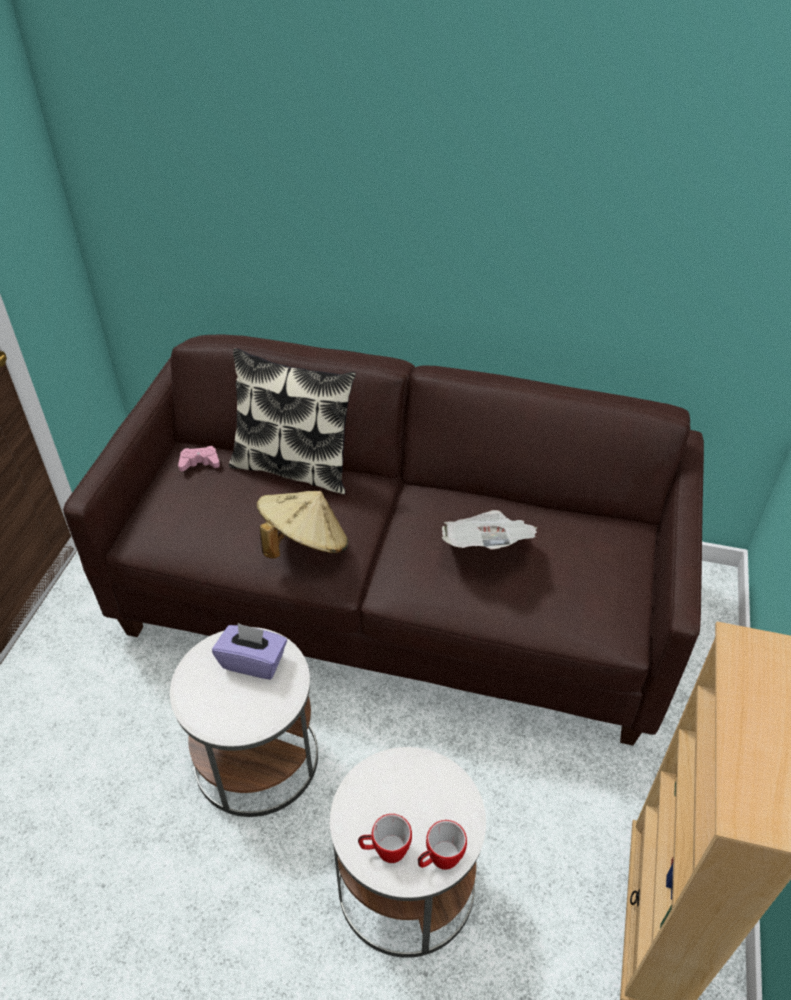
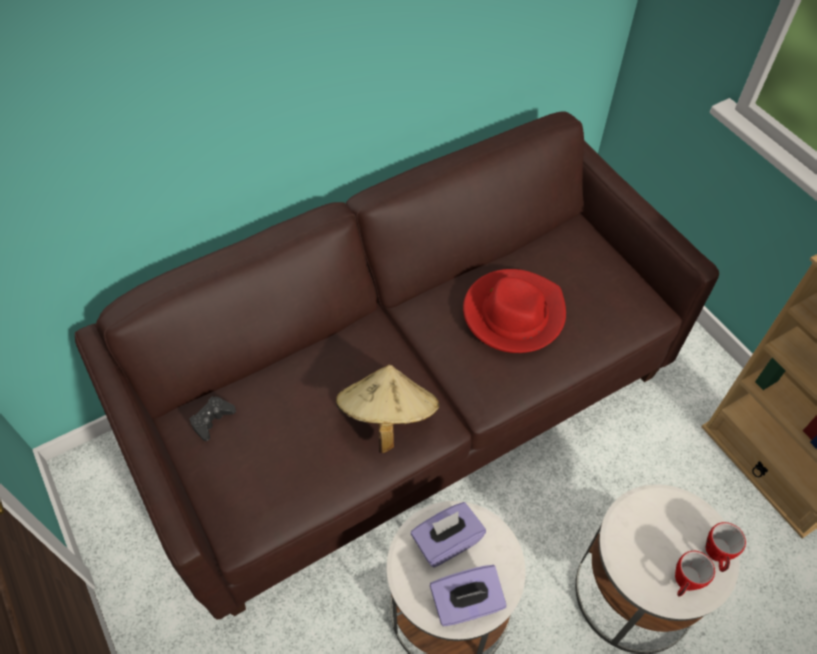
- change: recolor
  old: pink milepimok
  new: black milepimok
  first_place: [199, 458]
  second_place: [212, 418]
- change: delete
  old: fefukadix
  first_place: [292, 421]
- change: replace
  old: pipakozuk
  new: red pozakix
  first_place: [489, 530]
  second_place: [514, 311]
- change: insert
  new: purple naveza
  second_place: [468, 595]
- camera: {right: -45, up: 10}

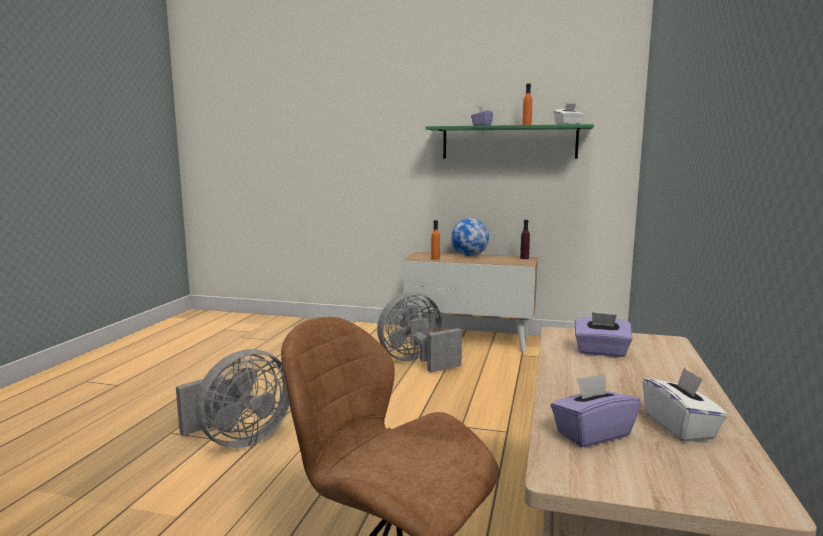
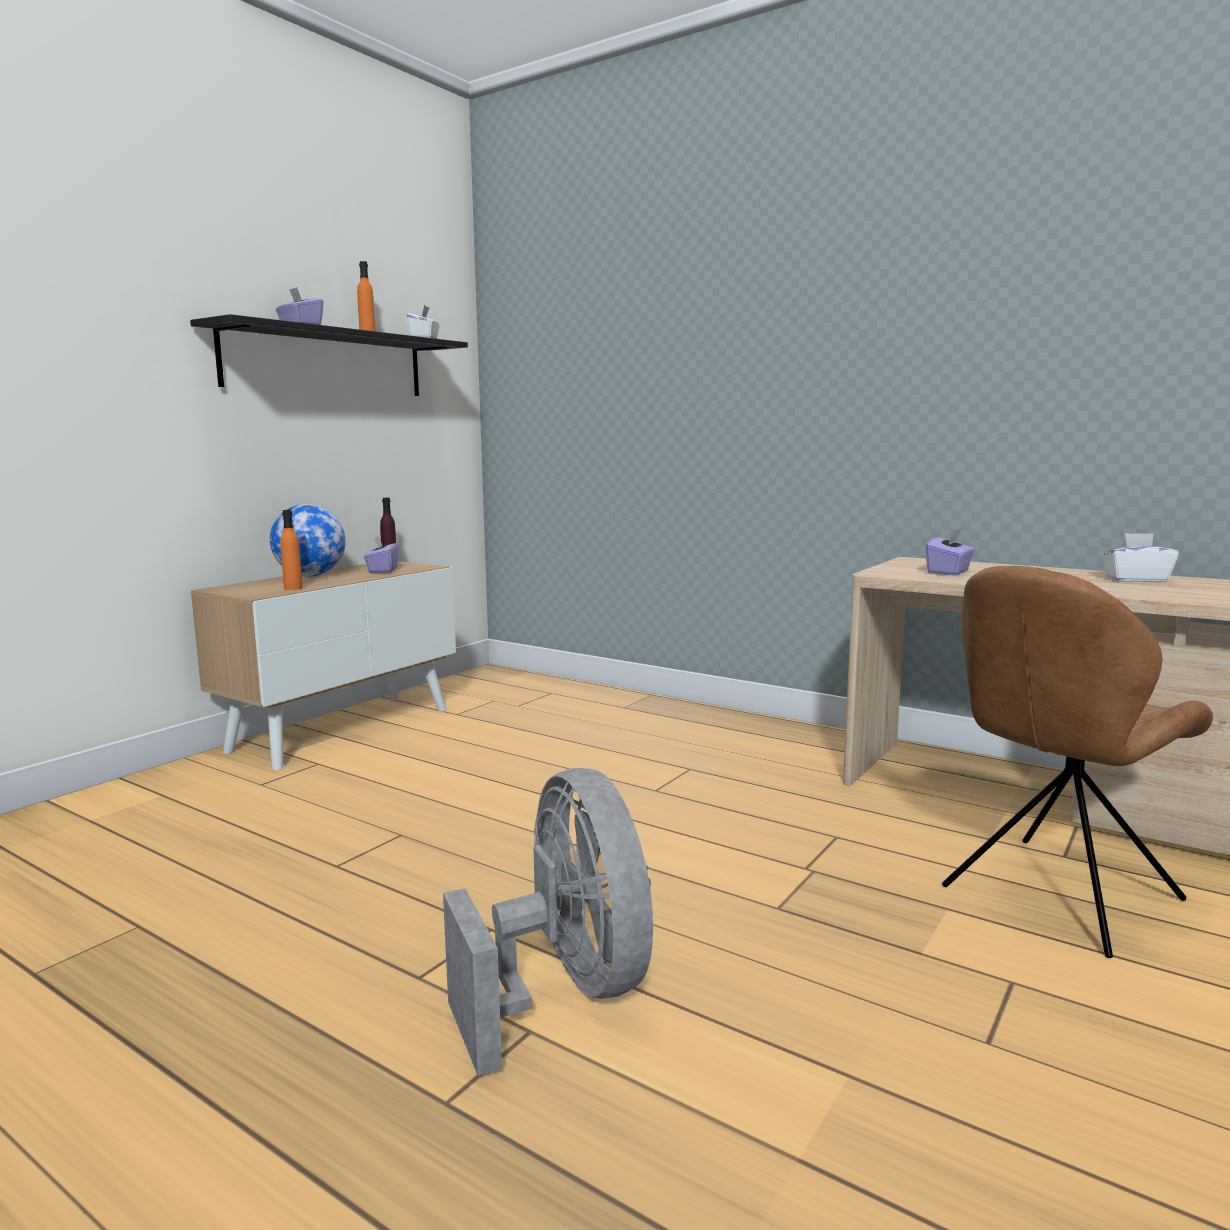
- change: delete
  old: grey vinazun
  first_place: [419, 332]
- change: recolor
  old: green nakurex
  new: black nakurex
  first_place: [510, 141]
  second_place: [329, 355]
- change: move
  old: purple naveza
  first_place: [595, 410]
  second_place: [381, 554]
- camera: {right: -70, up: 0}

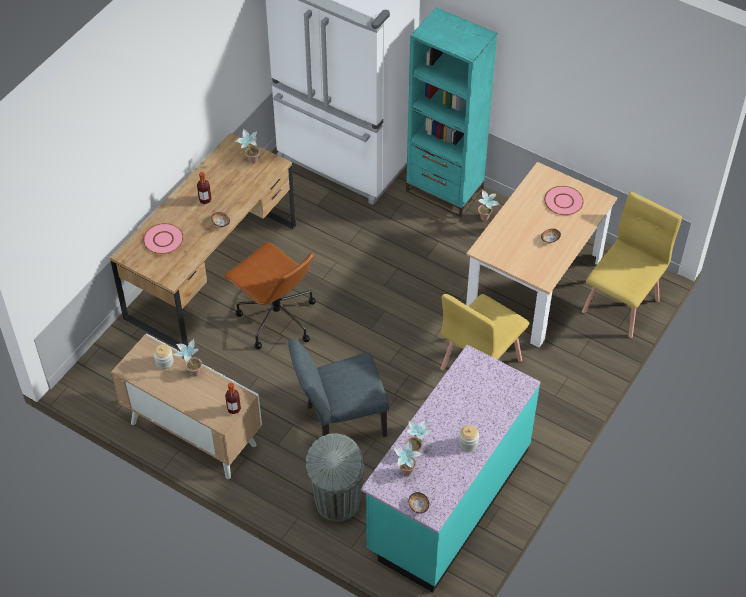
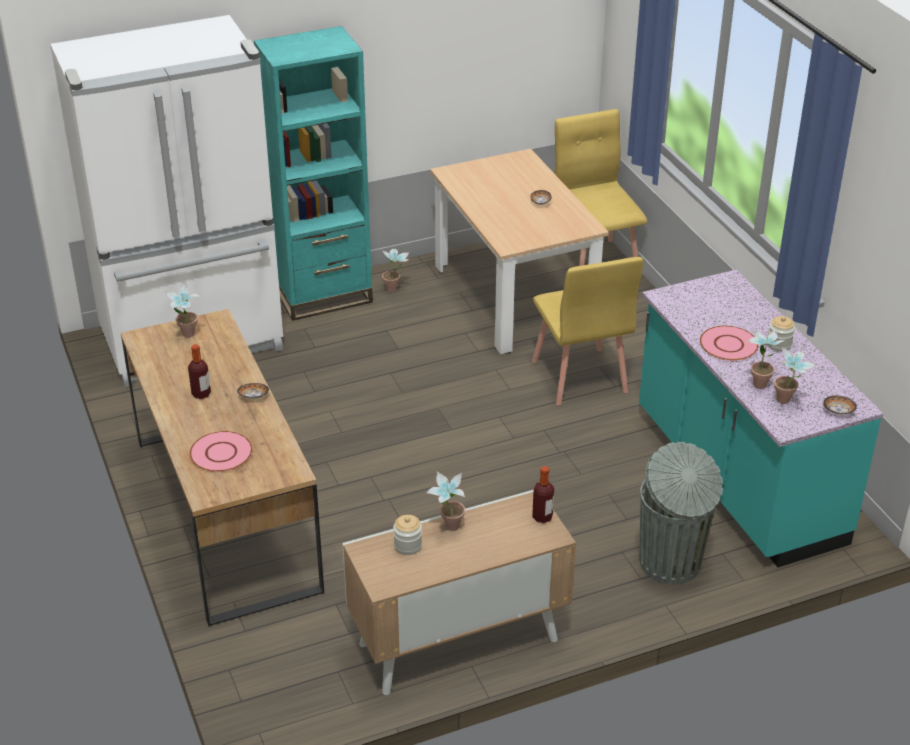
- change: delete
  old: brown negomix
  first_place: [270, 295]
- change: delete
  old: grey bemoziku
  first_place: [338, 388]
- change: move
  old: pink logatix
  first_place: [564, 200]
  second_place: [729, 343]
- camera: {right: -55, up: -15}

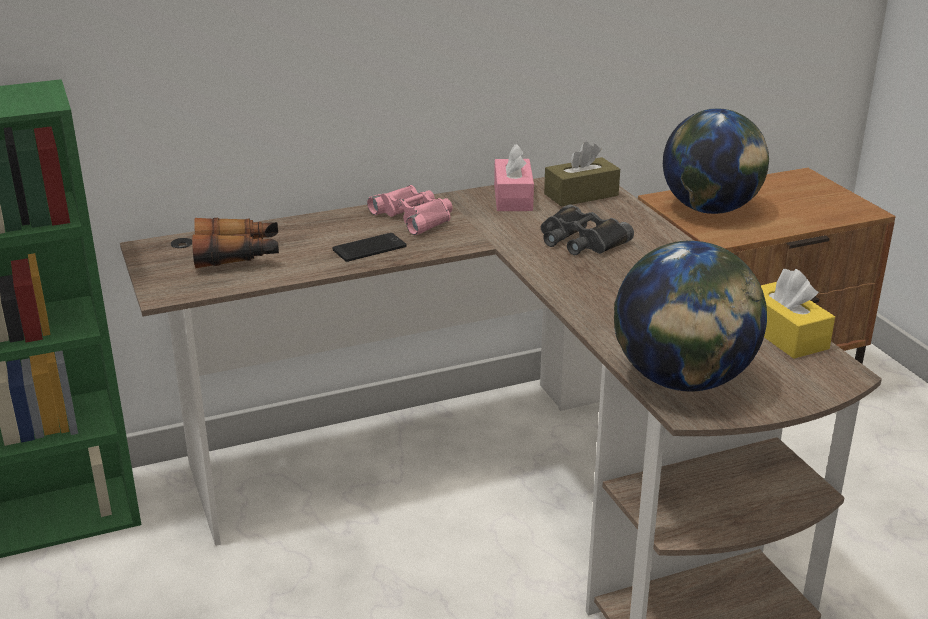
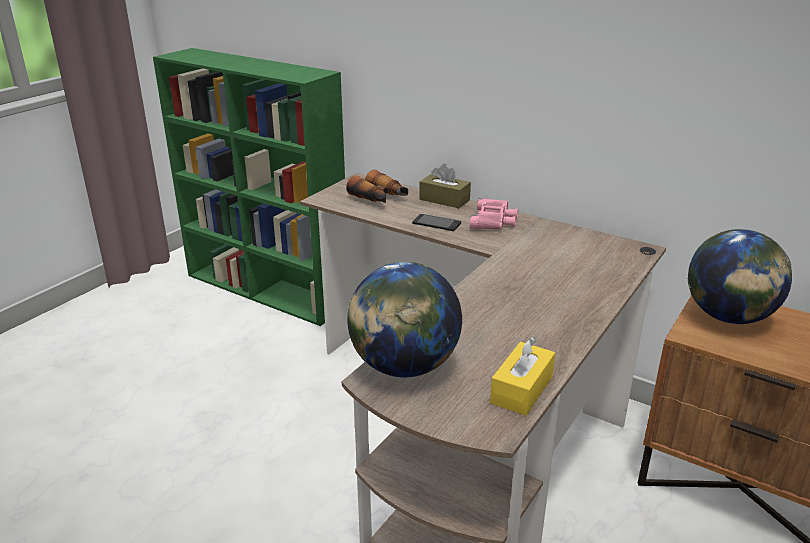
- change: delete
  old: pink naveza
  first_place: [514, 177]
- change: delete
  old: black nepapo
  first_place: [587, 229]
- change: move
  old: brown naveza
  first_place: [582, 174]
  second_place: [445, 186]
- camera: {right: 55, up: 0}

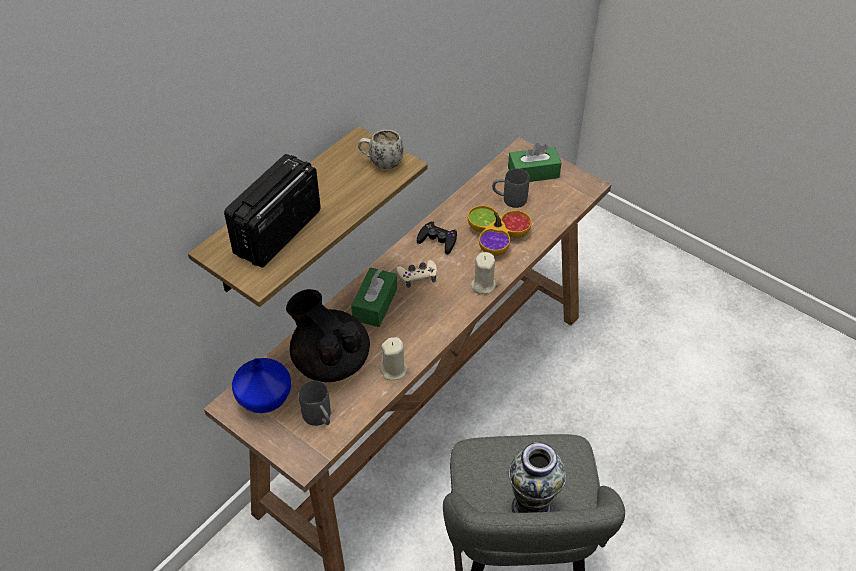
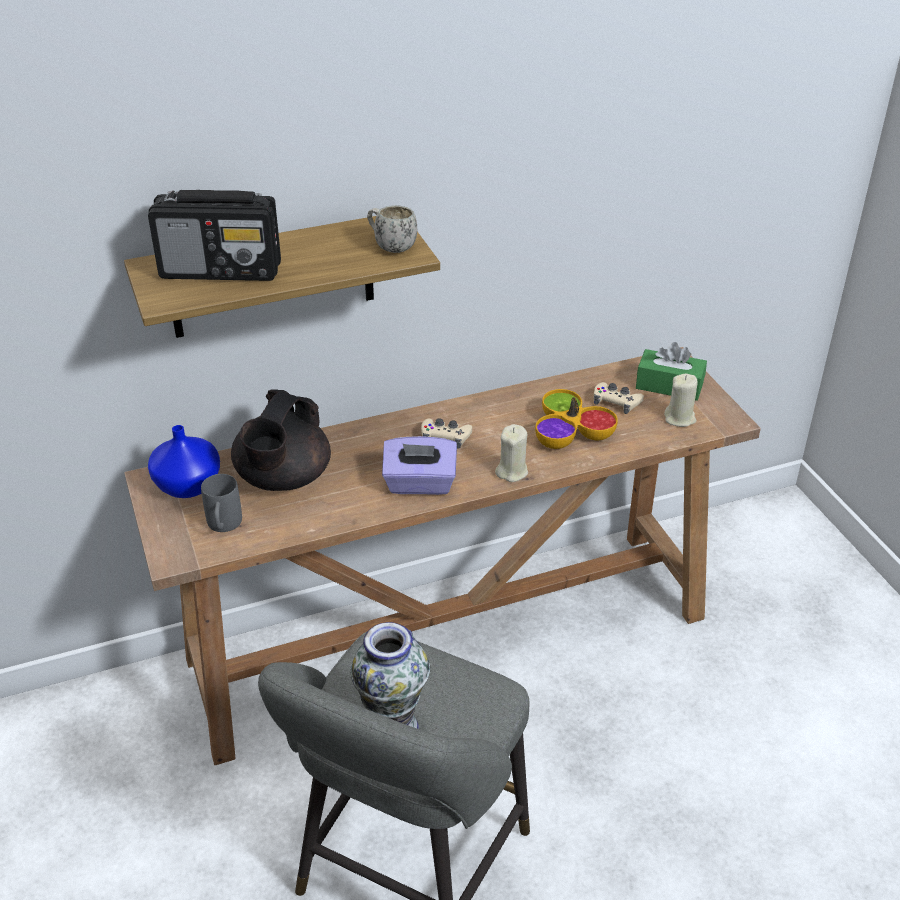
- change: rotate
  old: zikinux
  first_place: [272, 211]
  second_place: [214, 235]
  degrees: -150
- change: rotate
  old: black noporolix
  first_place: [328, 335]
  second_place: [281, 440]
  degrees: -150
- change: delete
  old: green naveza
  first_place: [374, 297]
- change: move
  old: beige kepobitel
  first_place: [394, 358]
  second_place: [681, 400]
- change: delete
  old: black milepimok
  first_place: [437, 237]
- change: replace
  old: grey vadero
  new: beige milepimok
  first_place: [510, 188]
  second_place: [618, 398]
- change: insert
  new: purple naveza
  second_place: [419, 465]
- camera: {right: 30, up: -10}

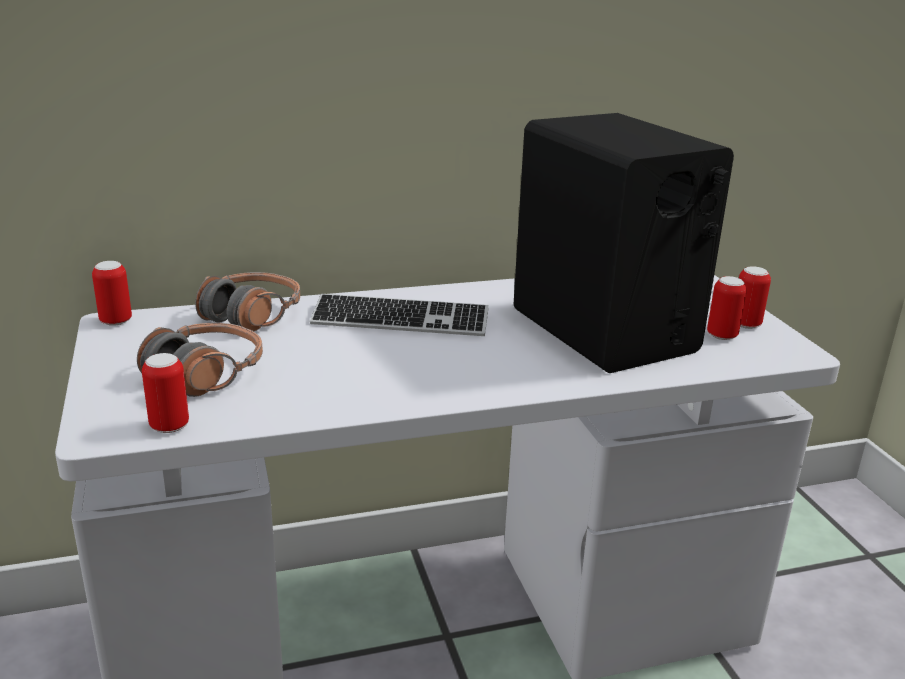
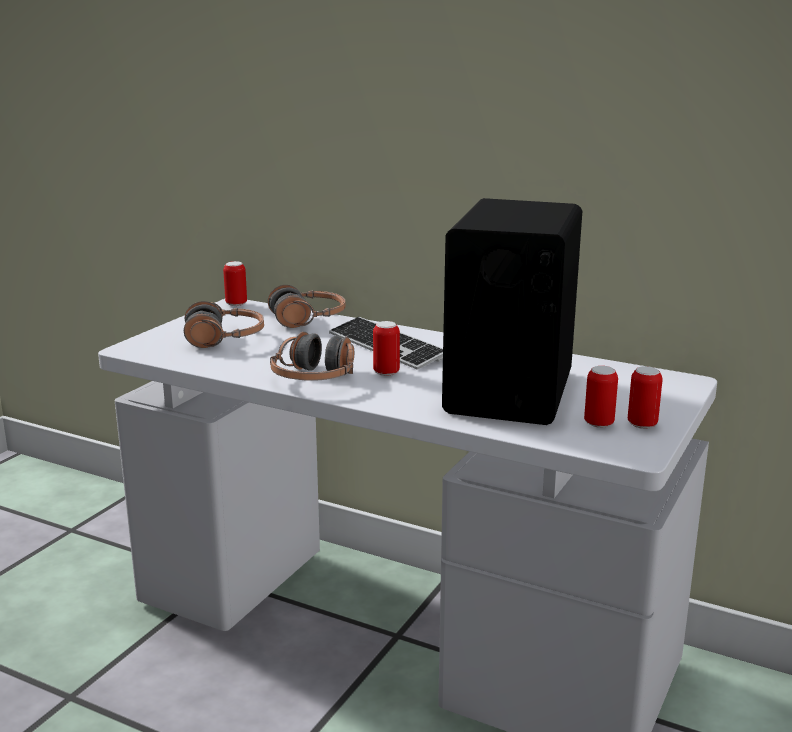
- change: move
  old: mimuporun
  first_place: [165, 393]
  second_place: [386, 348]
- change: insert
  new: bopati
  second_place: [312, 356]
- camera: {right: 45, up: -5}

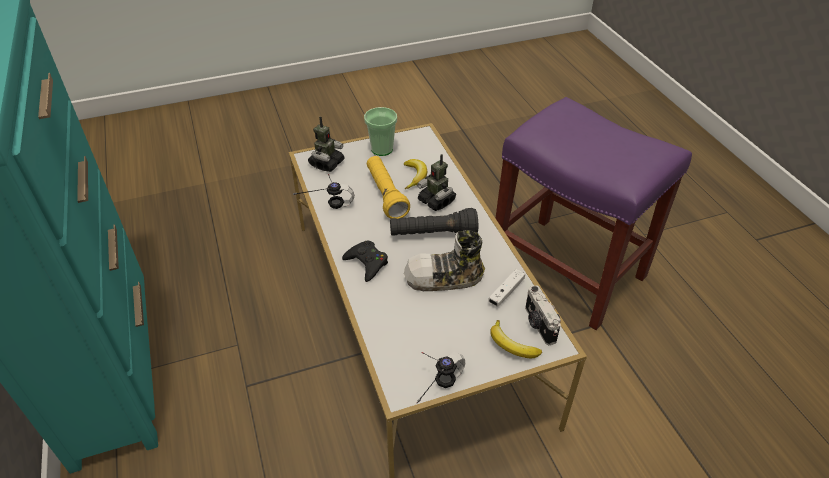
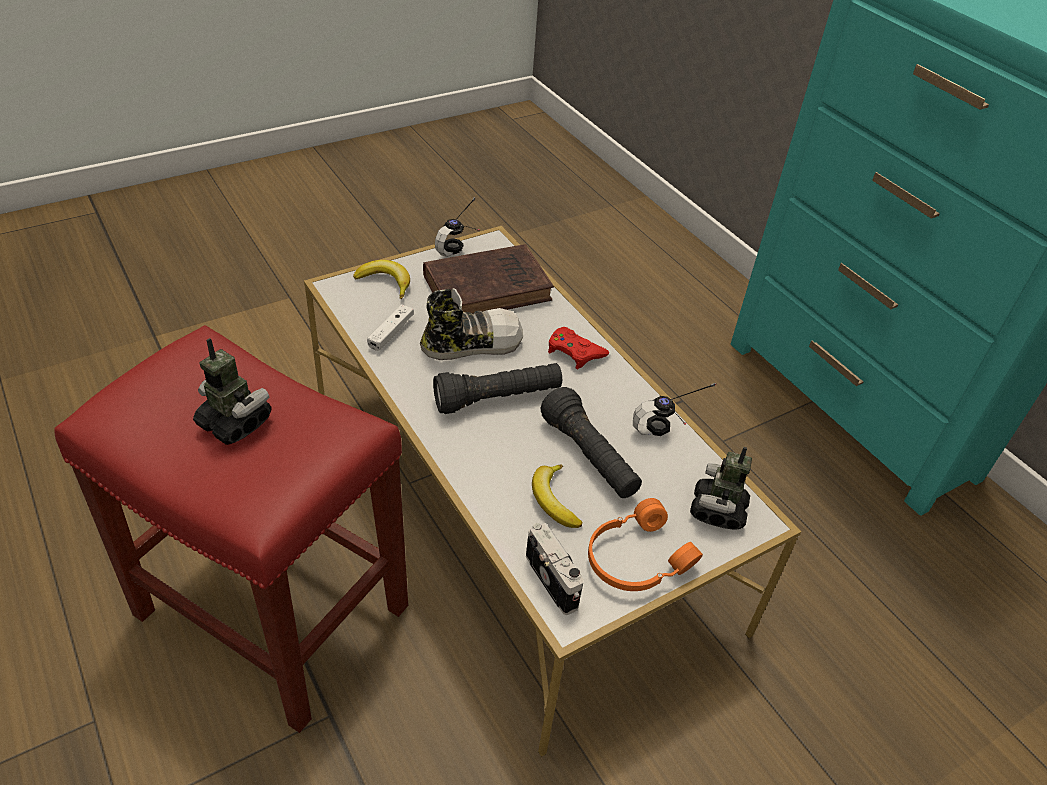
- change: recolor
  old: black milepimok
  new: red milepimok
  first_place: [365, 261]
  second_place: [578, 348]
- change: replace
  old: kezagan
  new: orange bopati
  first_place: [380, 131]
  second_place: [645, 544]
- change: recolor
  old: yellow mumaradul
  new: black mumaradul
  first_place: [388, 187]
  second_place: [591, 442]
- change: move
  old: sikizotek
  first_place: [436, 182]
  second_place: [232, 391]
- change: recolor
  old: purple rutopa
  new: red rutopa
  first_place: [593, 213]
  second_place: [231, 529]
- change: move
  old: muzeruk
  first_place: [543, 315]
  second_place: [555, 569]
- change: insert
  new: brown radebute
  second_place: [488, 279]
- camera: {right: 165, up: 0}

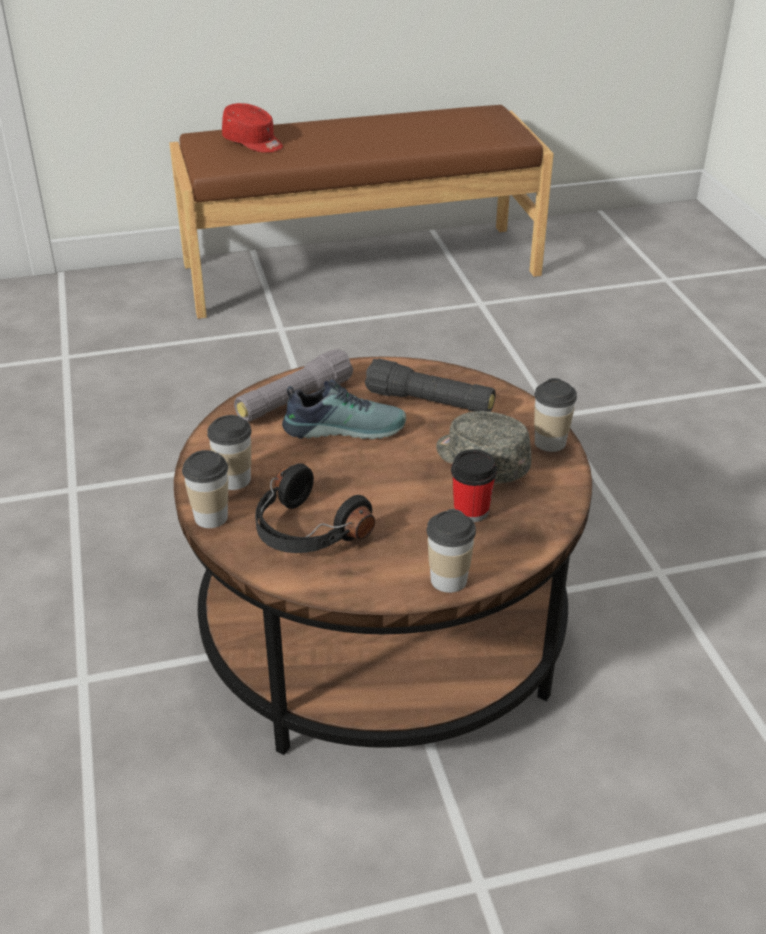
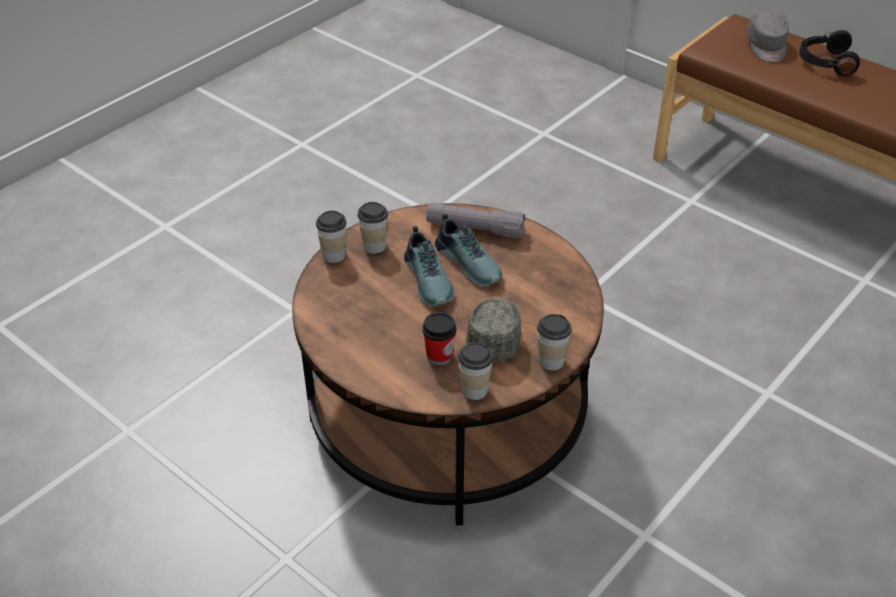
- change: recolor
  old: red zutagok
  new: grey zutagok
  first_place: [252, 128]
  second_place: [767, 35]
- change: move
  old: black bopati
  first_place: [315, 508]
  second_place: [829, 53]
- change: delete
  old: black mumaradul
  first_place: [430, 385]
- change: move
  old: kezagan
  first_place: [451, 551]
  second_place: [475, 371]
- change: insert
  new: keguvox
  second_place: [429, 266]
- camera: {right: 55, up: 5}

